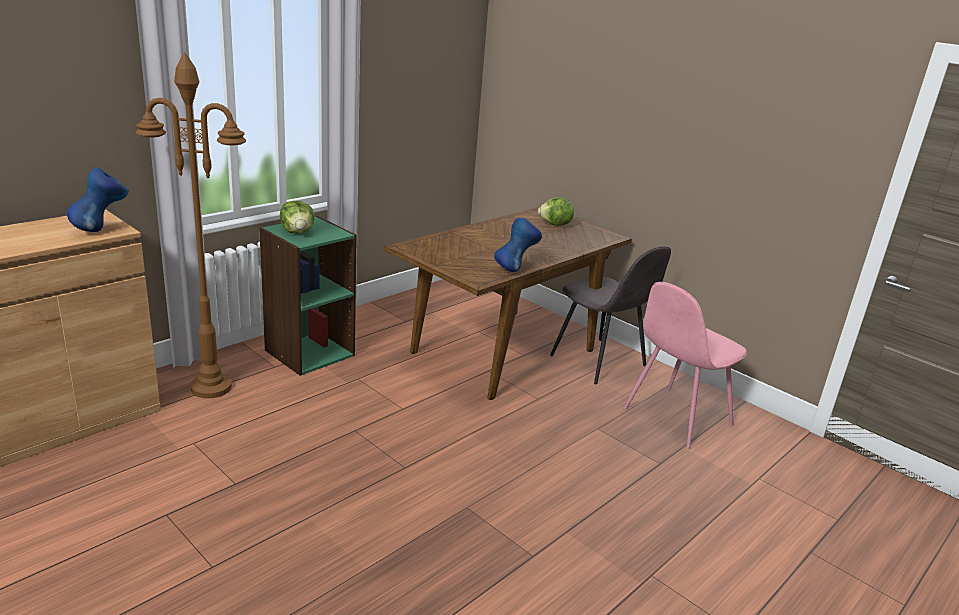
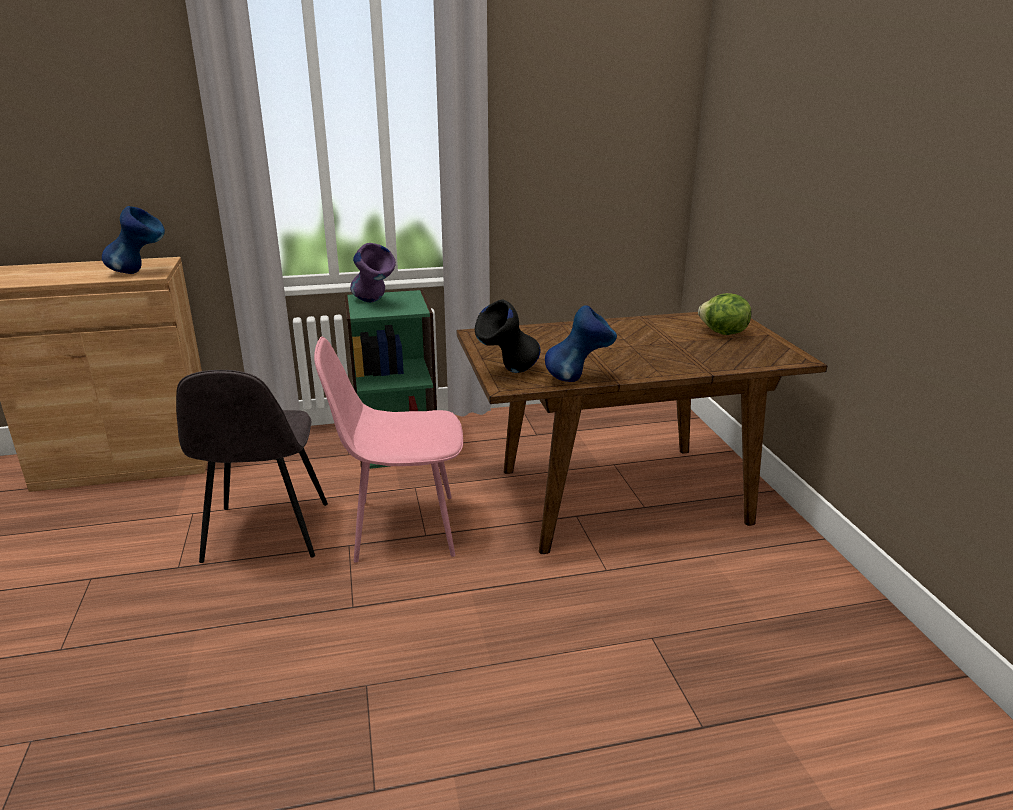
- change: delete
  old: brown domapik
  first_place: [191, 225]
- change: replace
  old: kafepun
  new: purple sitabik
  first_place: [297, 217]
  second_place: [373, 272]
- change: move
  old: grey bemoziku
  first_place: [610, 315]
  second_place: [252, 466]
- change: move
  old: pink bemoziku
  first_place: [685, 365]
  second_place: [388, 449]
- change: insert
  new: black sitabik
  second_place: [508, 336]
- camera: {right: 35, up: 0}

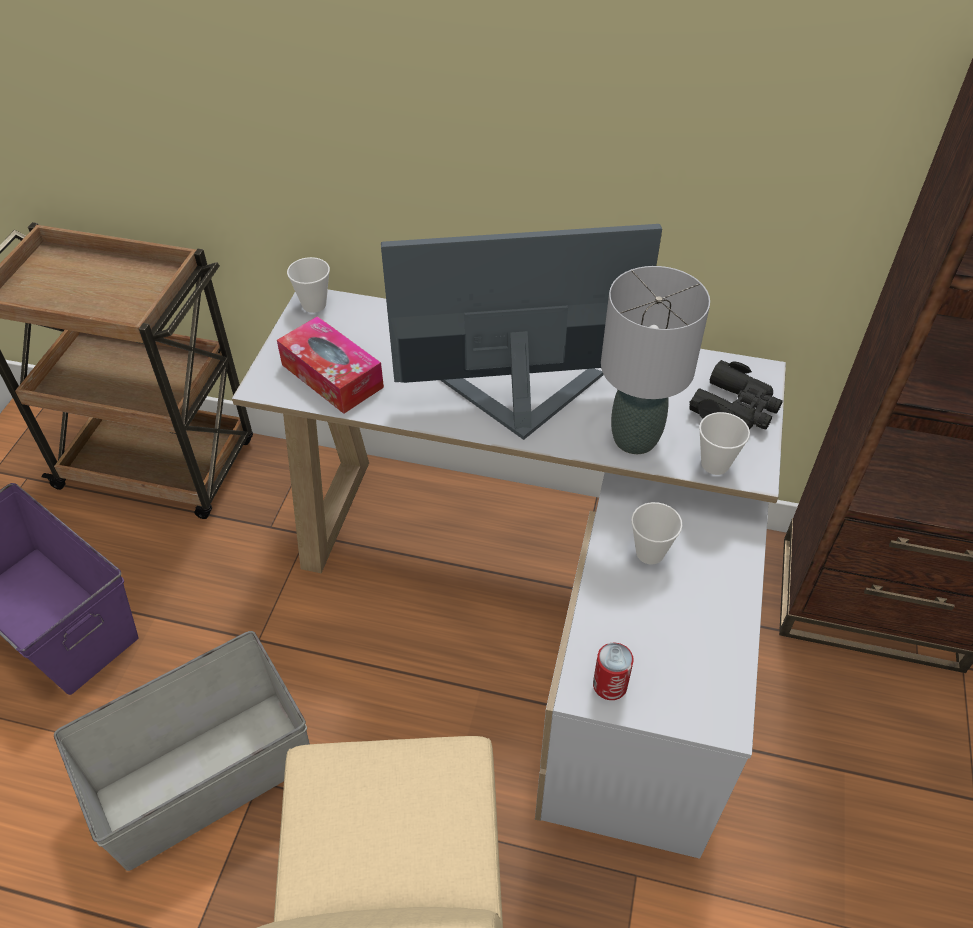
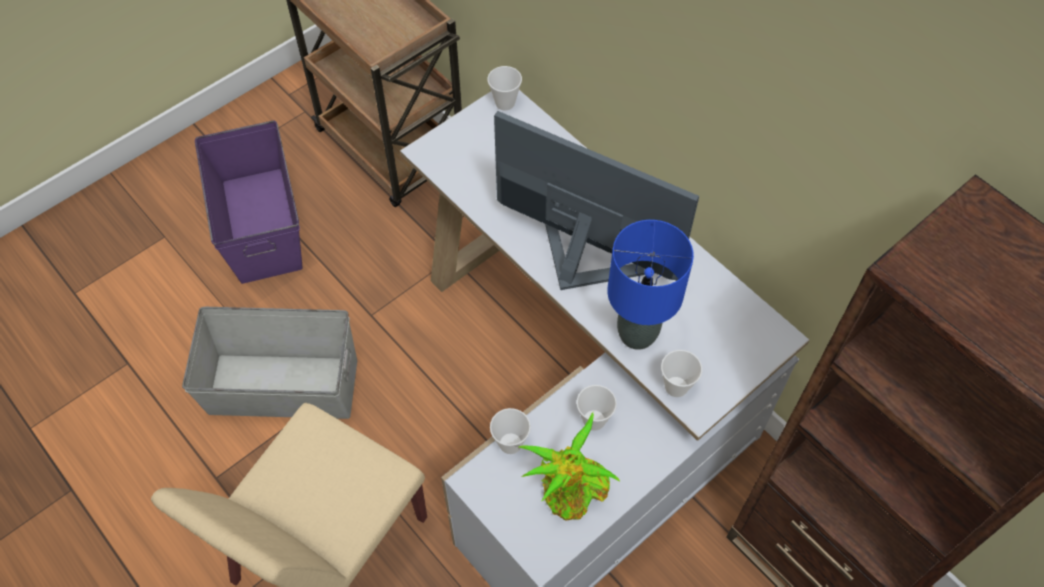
- change: delete
  old: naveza
  first_place: [330, 365]
- change: delete
  old: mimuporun
  first_place: [613, 671]
- change: recolor
  old: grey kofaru
  new: blue kofaru
  first_place: [655, 360]
  second_place: [650, 285]
- change: delete
  old: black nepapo
  first_place: [736, 395]
- change: insert
  new: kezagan
  second_place: [510, 431]
- change: insert
  new: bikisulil
  second_place: [569, 466]
- camera: {right: 35, up: 10}

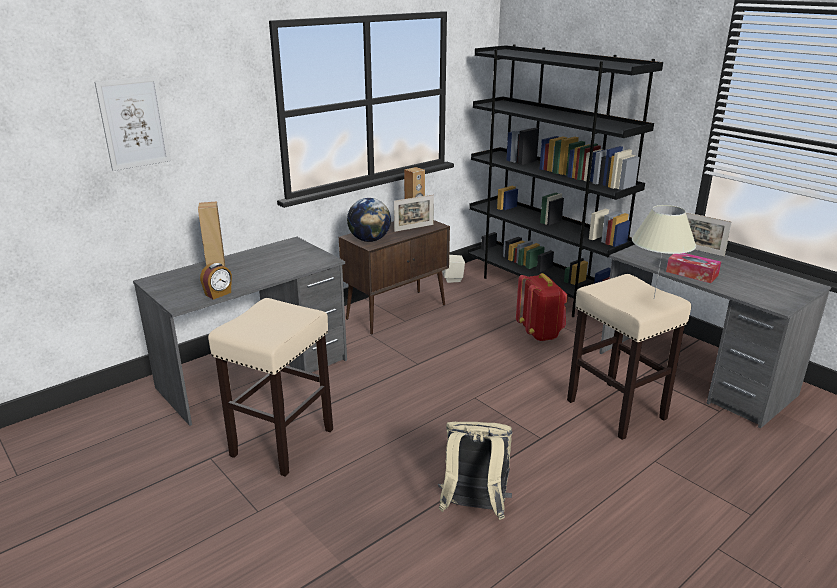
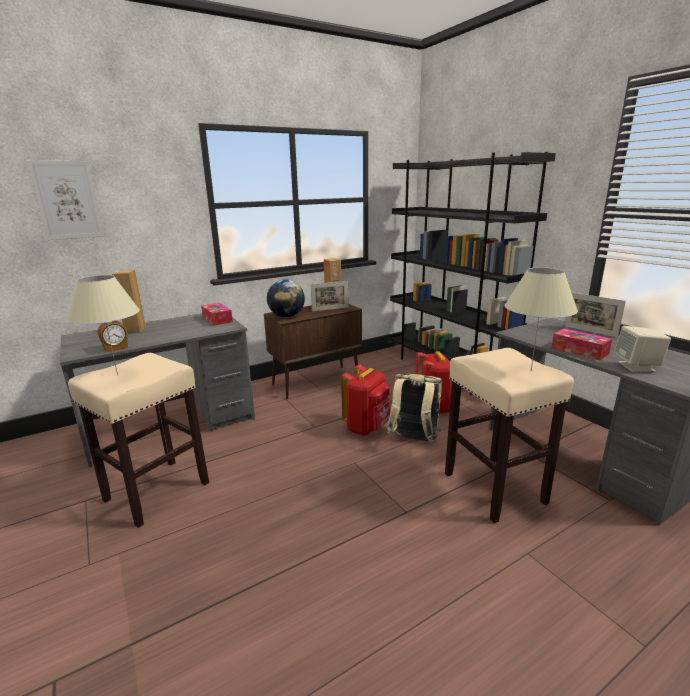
- change: move
  old: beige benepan
  first_place: [475, 471]
  second_place: [414, 408]
- change: move
  old: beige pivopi
  first_place: [453, 269]
  second_place: [642, 349]
- change: insert
  new: beige kofaru
  second_place: [103, 325]
- change: insert
  new: naveza
  second_place: [217, 314]
- change: insert
  new: red benepan
  second_place: [365, 400]
- camera: {right: 10, up: -5}

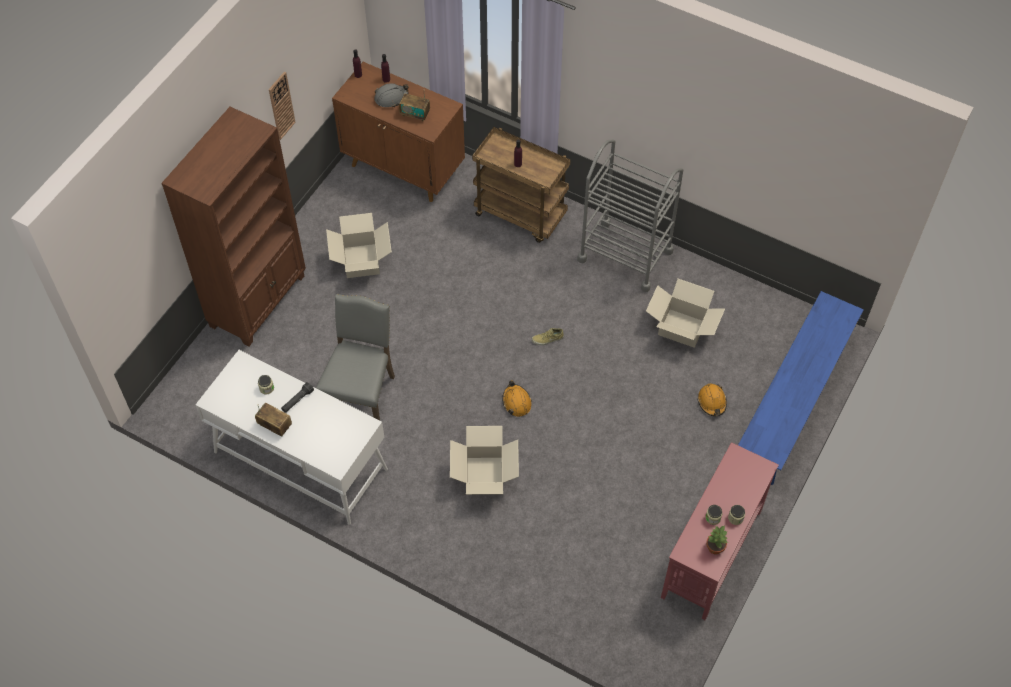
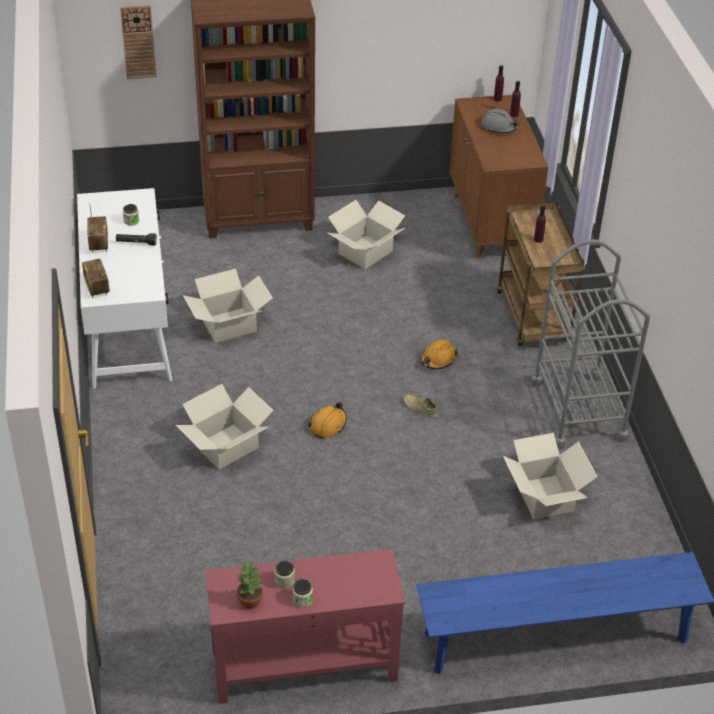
- change: move
  old: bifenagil
  first_place: [282, 105]
  second_place: [138, 42]
- change: replace
  old: grey bemoziku
  new: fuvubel
  first_place: [355, 357]
  second_place: [228, 306]
- change: move
  old: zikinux
  first_place: [414, 108]
  second_place: [96, 278]
- change: move
  old: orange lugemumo
  first_place: [712, 400]
  second_place: [439, 354]
- camera: {right: 50, up: -15}

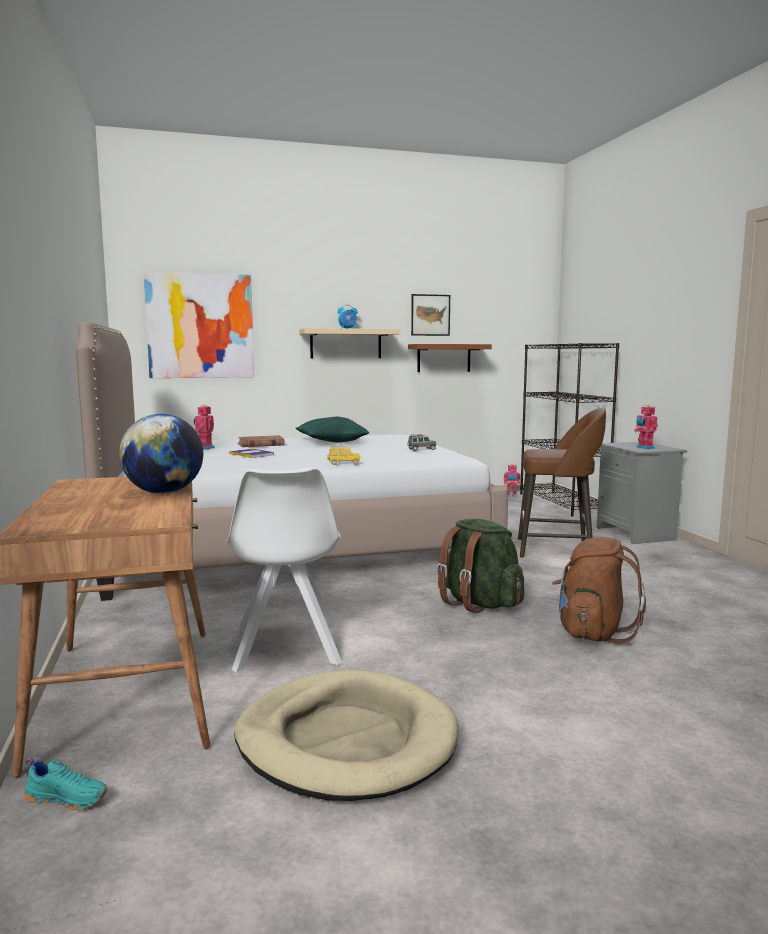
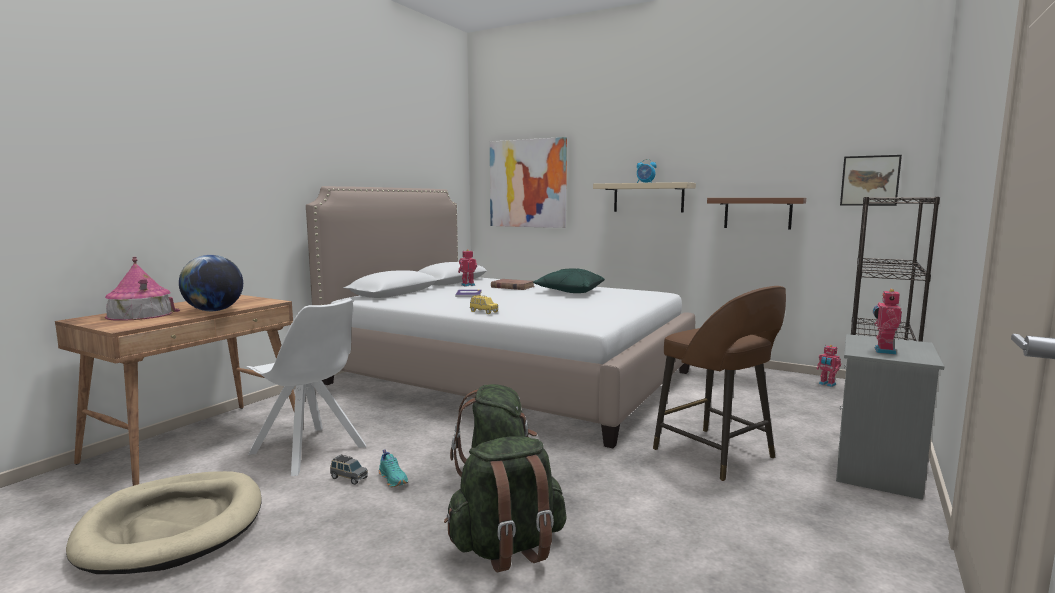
- change: move
  old: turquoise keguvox
  first_place: [66, 784]
  second_place: [393, 468]
- change: rotate
  old: white bemoziku
  first_place: [284, 569]
  second_place: [306, 387]
  degrees: -90
- change: move
  old: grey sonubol
  first_place: [421, 442]
  second_place: [349, 469]
- change: move
  old: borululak
  first_place: [430, 315]
  second_place: [871, 180]
- change: recolor
  old: brown benepan
  new: green benepan
  first_place: [599, 590]
  second_place: [505, 504]
- change: insert
  new: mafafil
  second_place: [142, 289]
- camera: {right: 45, up: 0}

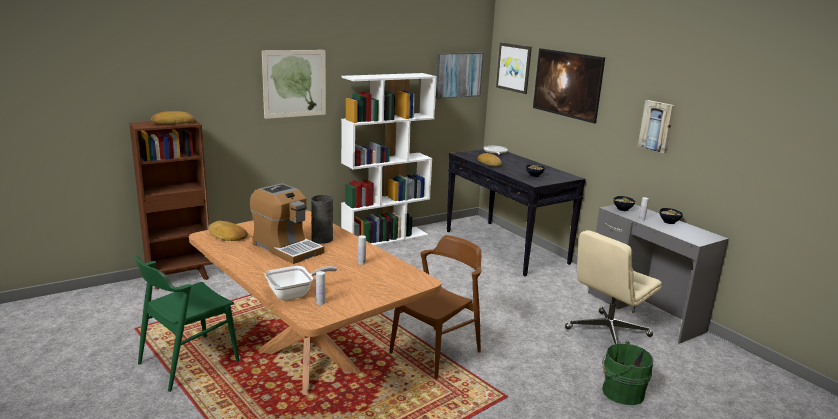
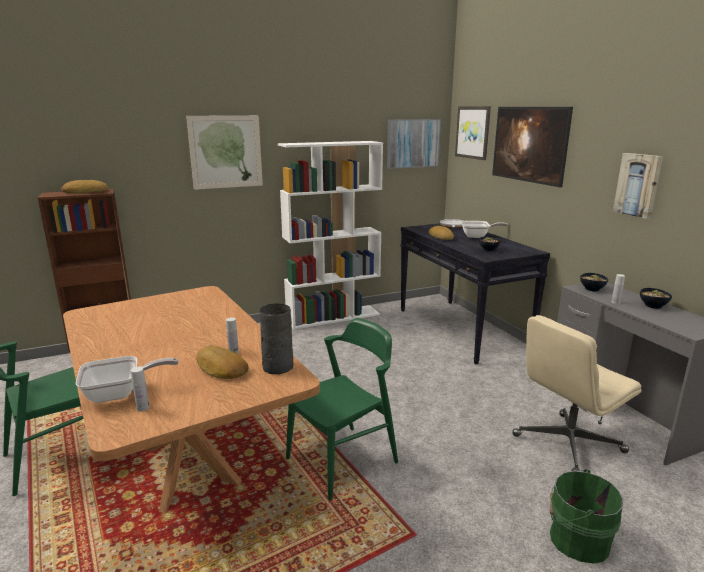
- change: move
  old: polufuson
  first_place: [228, 231]
  second_place: [222, 362]
- change: delete
  old: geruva
  first_place: [287, 223]
- change: move
  old: grey sitabik
  first_place: [322, 219]
  second_place: [276, 339]
- change: recolor
  old: brown bemoziku
  new: green bemoziku
  first_place: [435, 307]
  second_place: [342, 409]
- change: insert
  new: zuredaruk
  second_place: [484, 229]
- camera: {right: 10, up: 0}

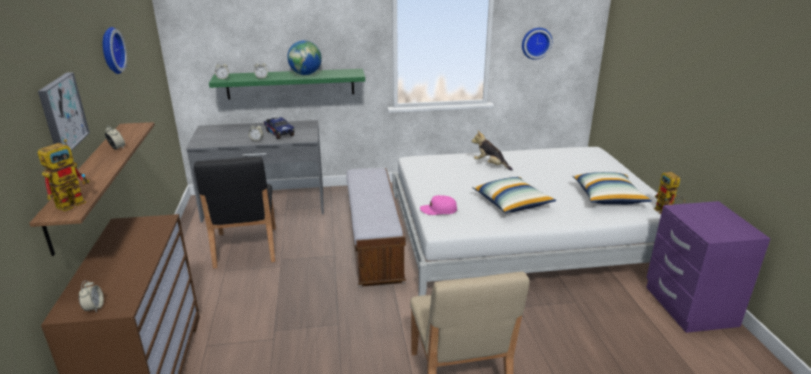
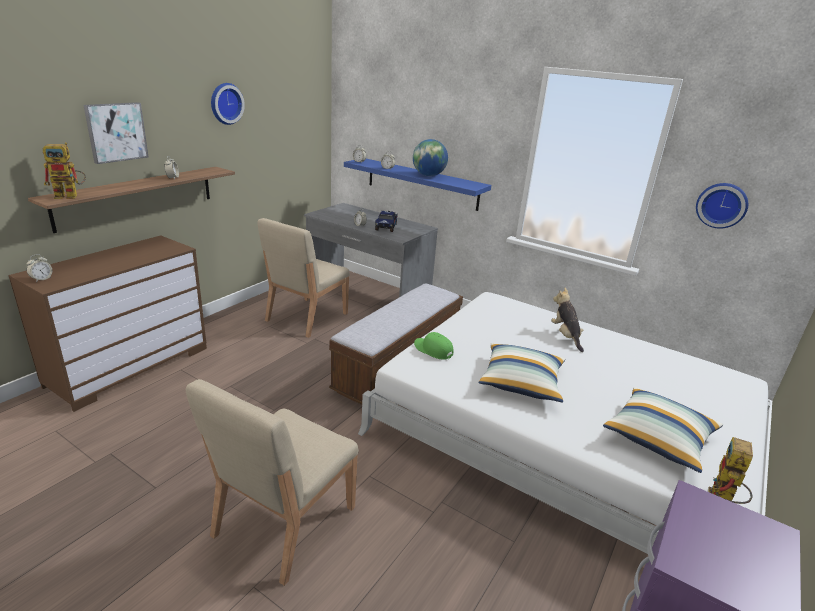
- change: recolor
  old: black bemoziku
  new: beige bemoziku
  first_place: [235, 213]
  second_place: [303, 278]
- change: recolor
  old: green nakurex
  new: blue nakurex
  first_place: [287, 84]
  second_place: [417, 185]
- change: recolor
  old: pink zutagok
  new: green zutagok
  first_place: [438, 205]
  second_place: [433, 346]
- camera: {right: 40, up: 0}

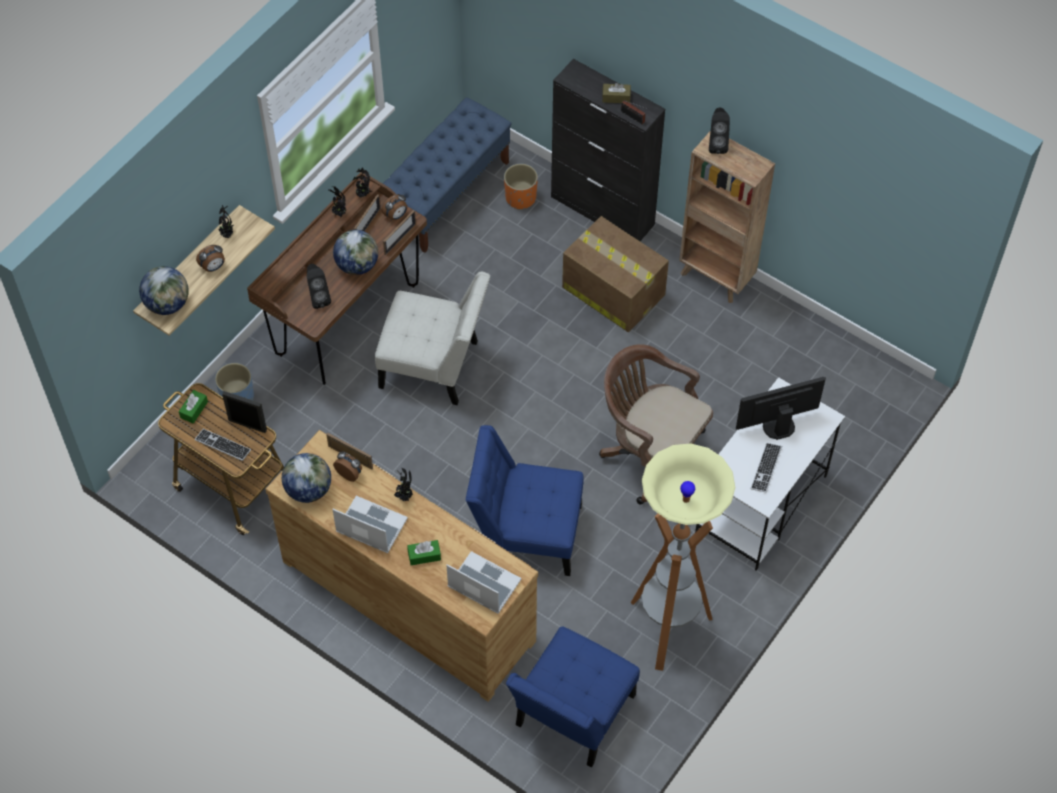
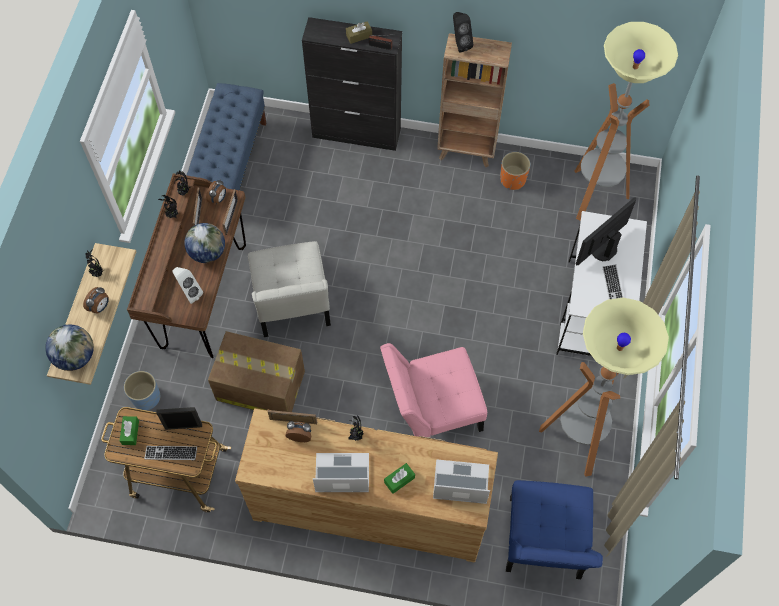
- change: delete
  old: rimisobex
  first_place: [306, 478]
- change: recolor
  old: black pivopi
  new: white pivopi
  first_place: [319, 286]
  second_place: [188, 285]
- change: rotate
  old: white bemoziku
  first_place: [432, 338]
  second_place: [289, 289]
  degrees: 90
- change: recolor
  old: blue bemoziku
  new: pink bemoziku
  first_place: [525, 500]
  second_place: [433, 390]
- change: move
  old: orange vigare
  first_place: [521, 187]
  second_place: [515, 171]
- change: move
  old: fuvubel
  first_place: [615, 274]
  second_place: [256, 371]
- change: delete
  old: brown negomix
  first_place: [656, 424]
- change: insert
  new: domapik
  second_place: [626, 121]
- camera: {right: -25, up: 5}

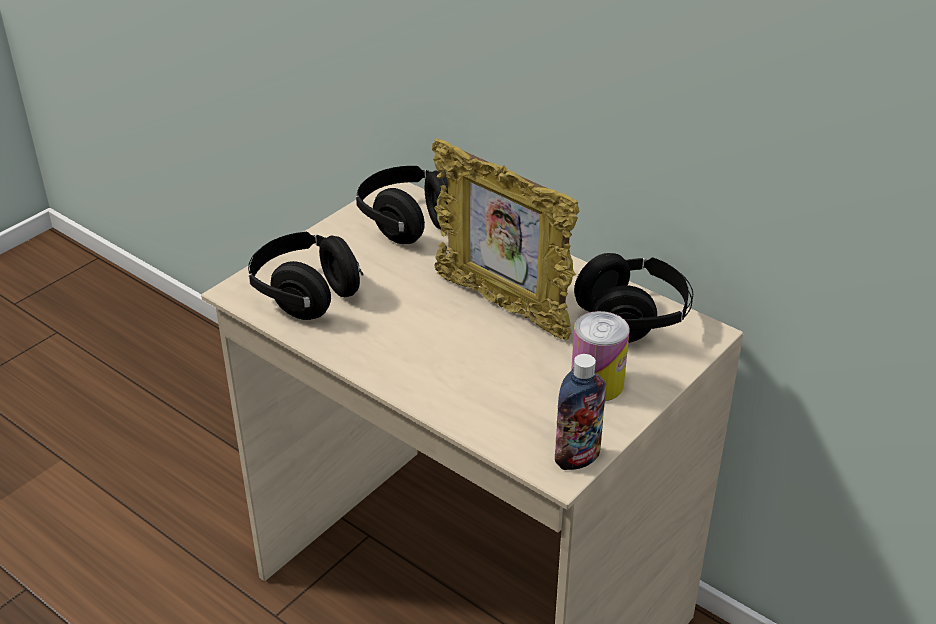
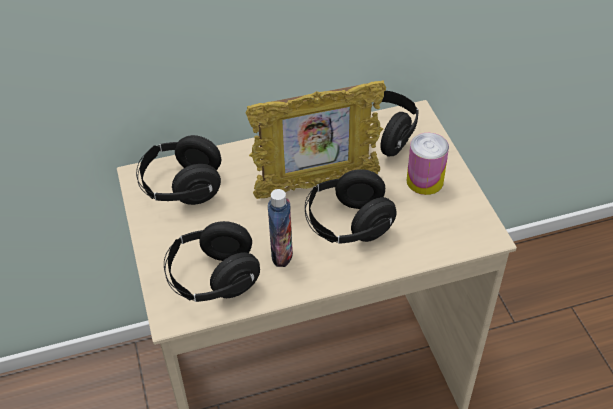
- change: move
  old: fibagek
  first_place: [580, 412]
  second_place: [280, 228]
- change: insert
  new: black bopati
  second_place: [351, 206]
- camera: {right: -55, up: 10}

